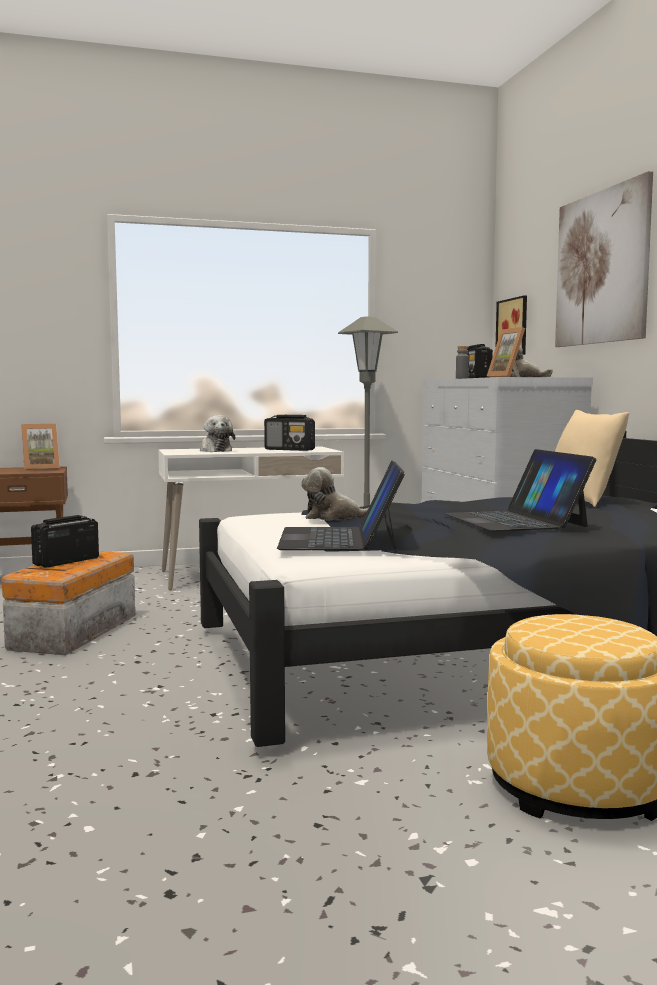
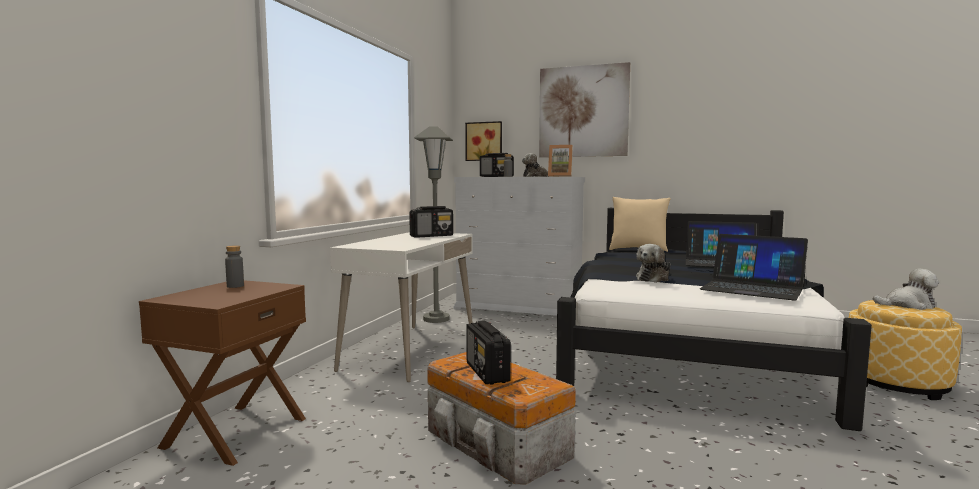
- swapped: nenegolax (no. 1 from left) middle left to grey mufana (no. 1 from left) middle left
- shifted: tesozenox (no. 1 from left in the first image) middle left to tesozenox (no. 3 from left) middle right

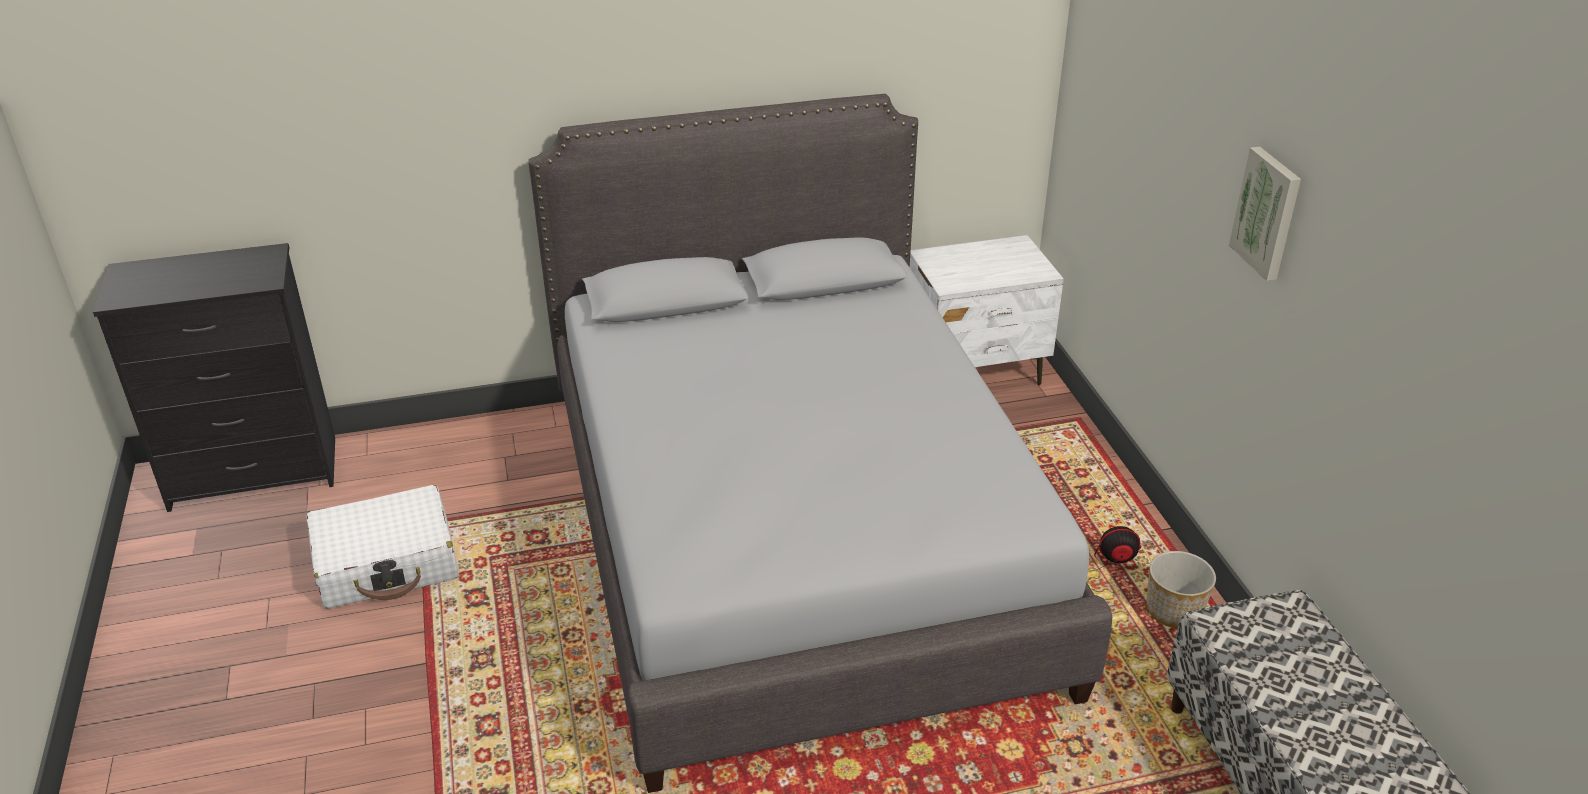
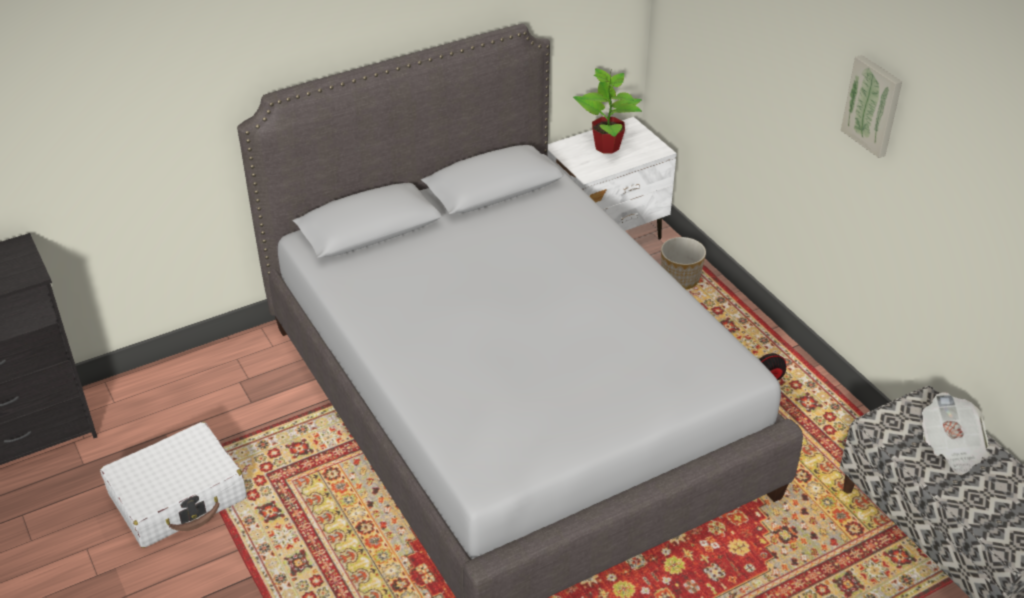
- new: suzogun top centre
- shifted: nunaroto bottom right to middle right
- new: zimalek bottom right

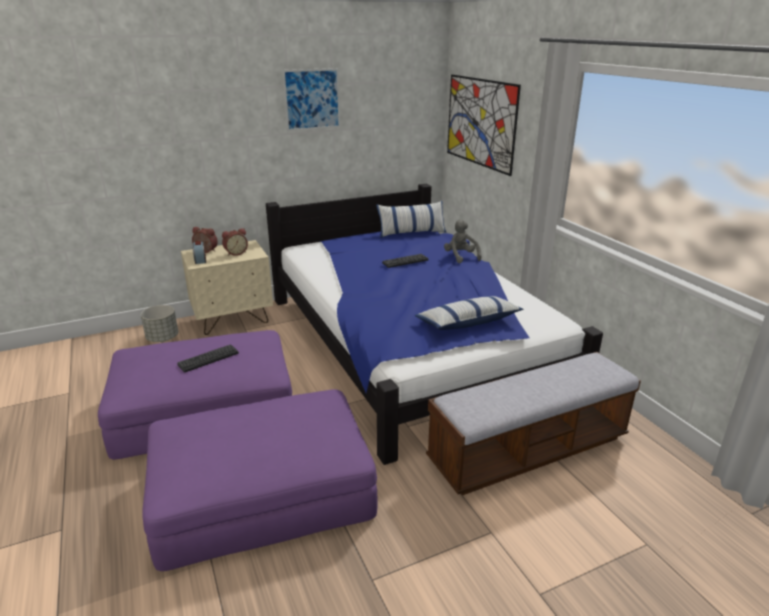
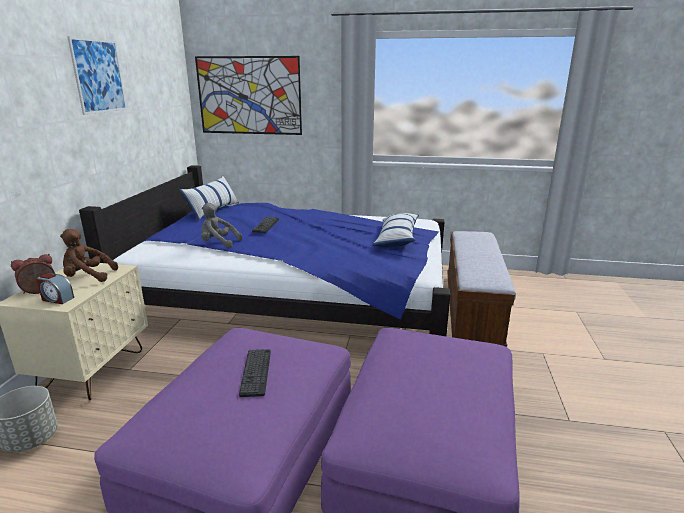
- swapped: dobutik (no. 3 from left) middle left to brown tesozenox middle left
- shifted: grey tesozenox centre to middle left

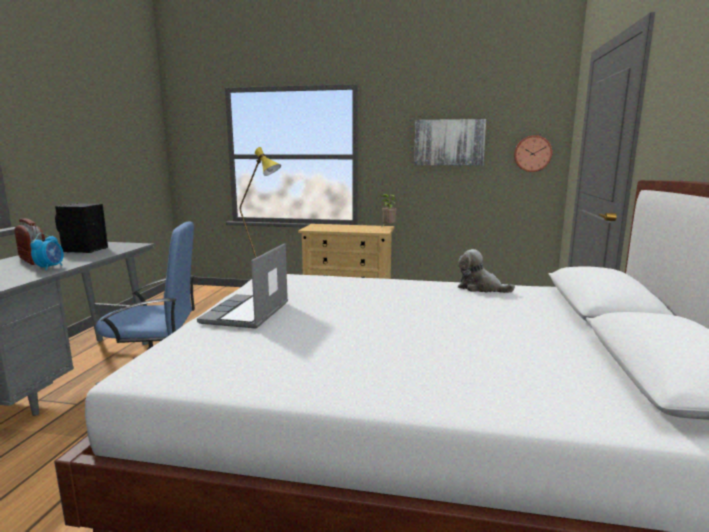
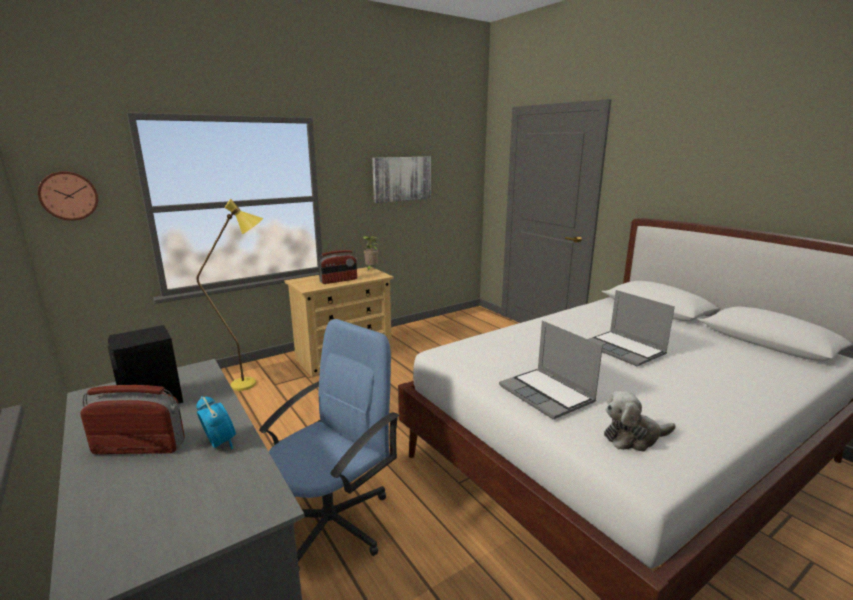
- shifted: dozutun top right to top left
- new: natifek (no. 2 from left) centre
- new: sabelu (no. 2 from left) middle right
- shifted: tesozenox middle right to bottom right

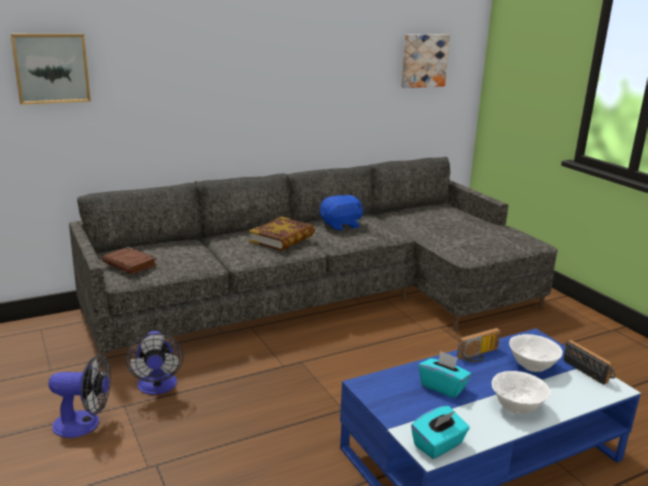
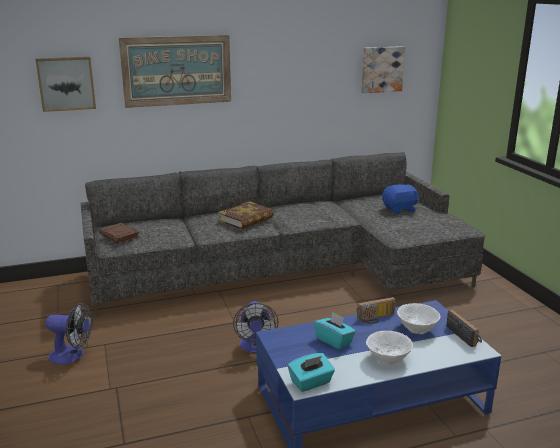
- new: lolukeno (no. 2 from left) top left
- shifted: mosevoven (no. 2 from left) bottom left to bottom centre
- shifted: blue tesozenox centre to middle right

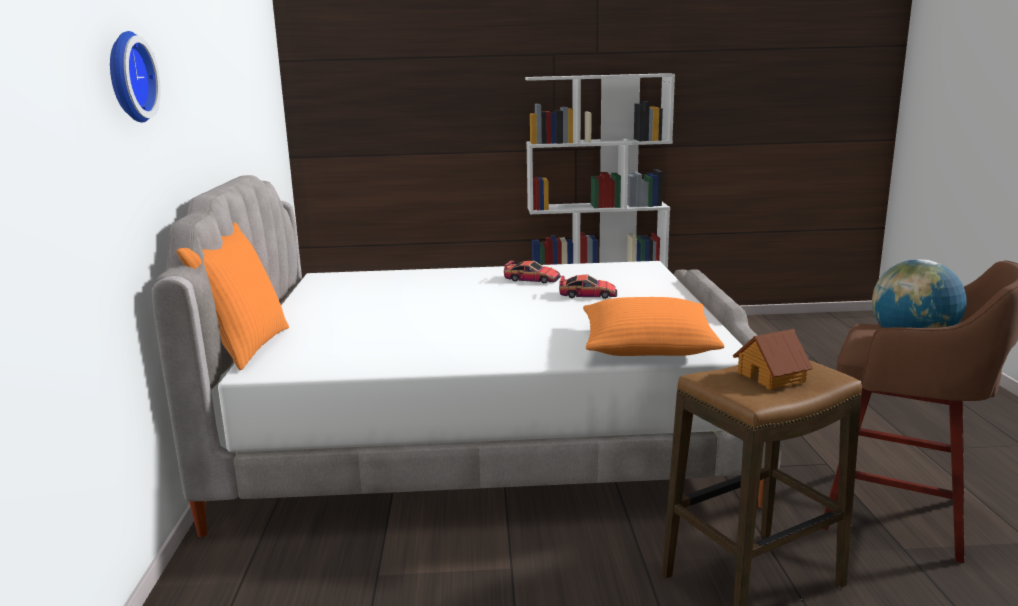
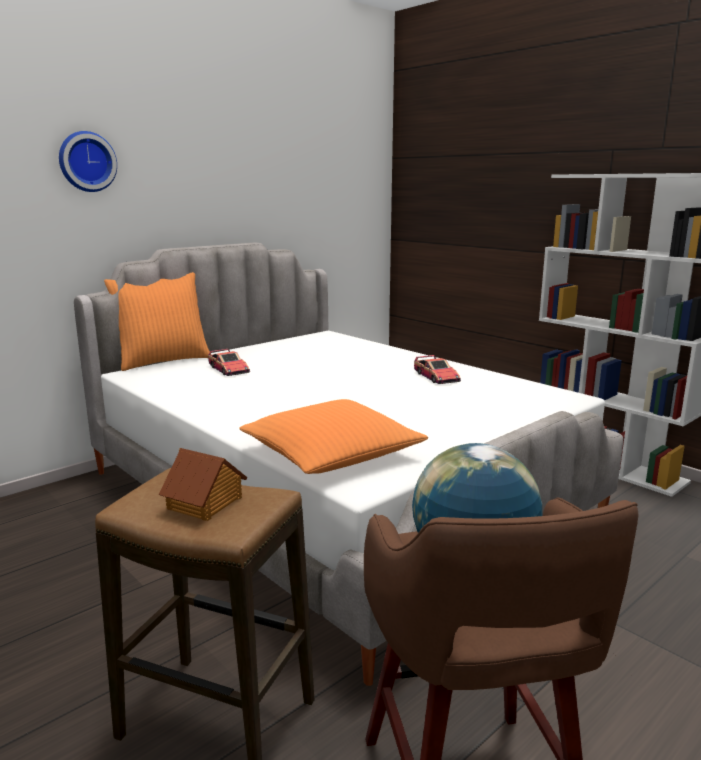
- shifted: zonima (no. 2 from left in the first image) centre to zonima (no. 1 from left) middle left

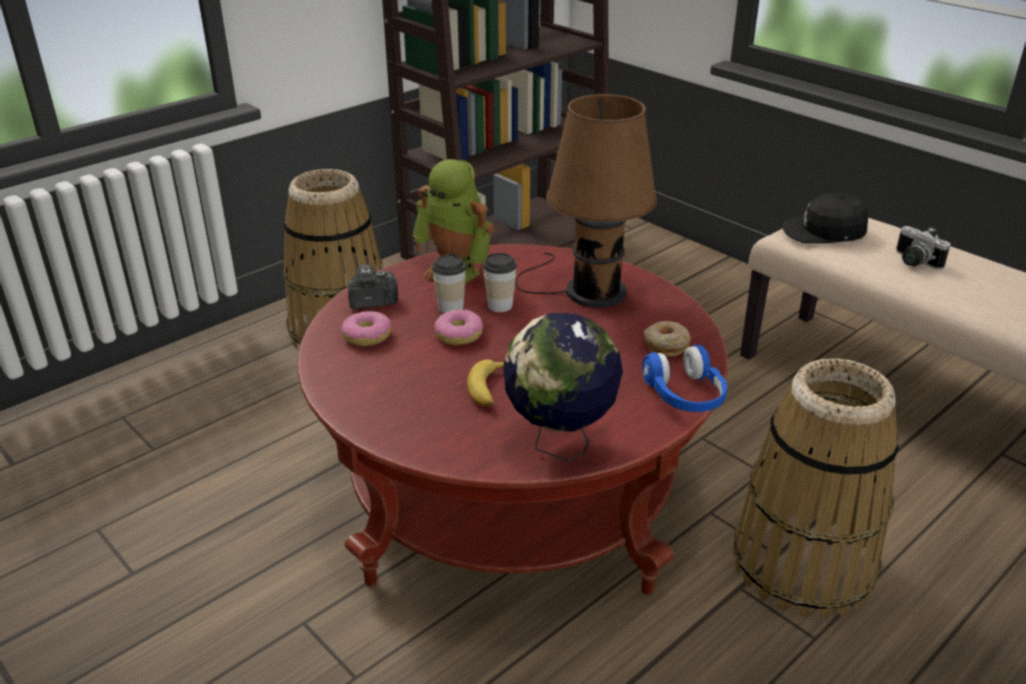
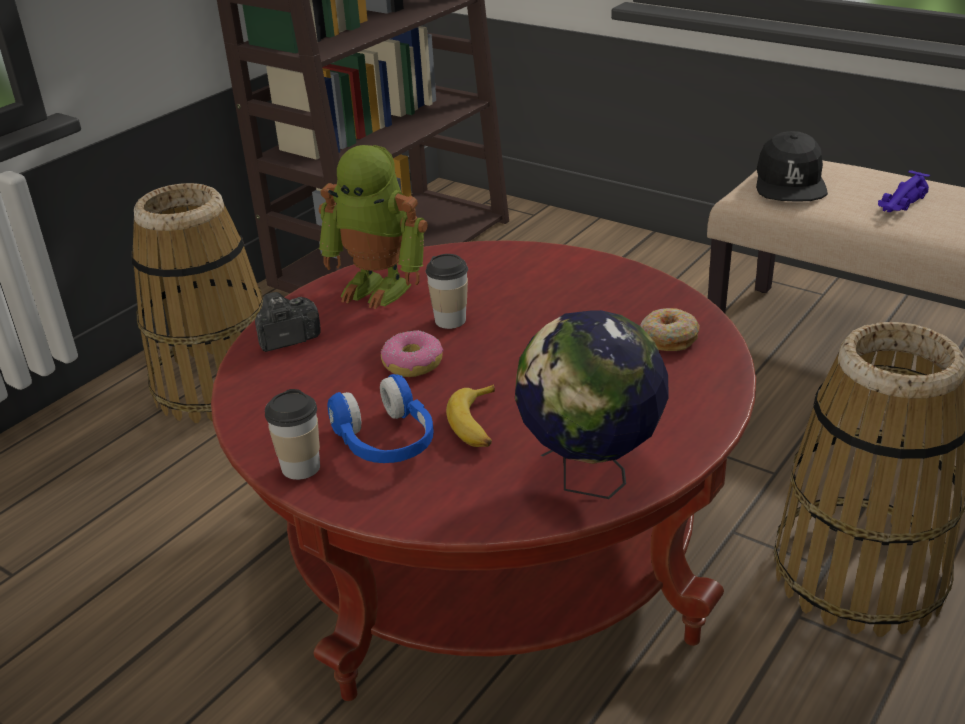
- shifted: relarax (no. 1 from left) centre to middle left
- shifted: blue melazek middle right to centre
- rotated: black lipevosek top right = top right 75 degrees counterclockwise
- swapped: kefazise (no. 2 from left) middle right to purple zonima top right
- gone: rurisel (no. 1 from left) centre
- gone: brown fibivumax top centre

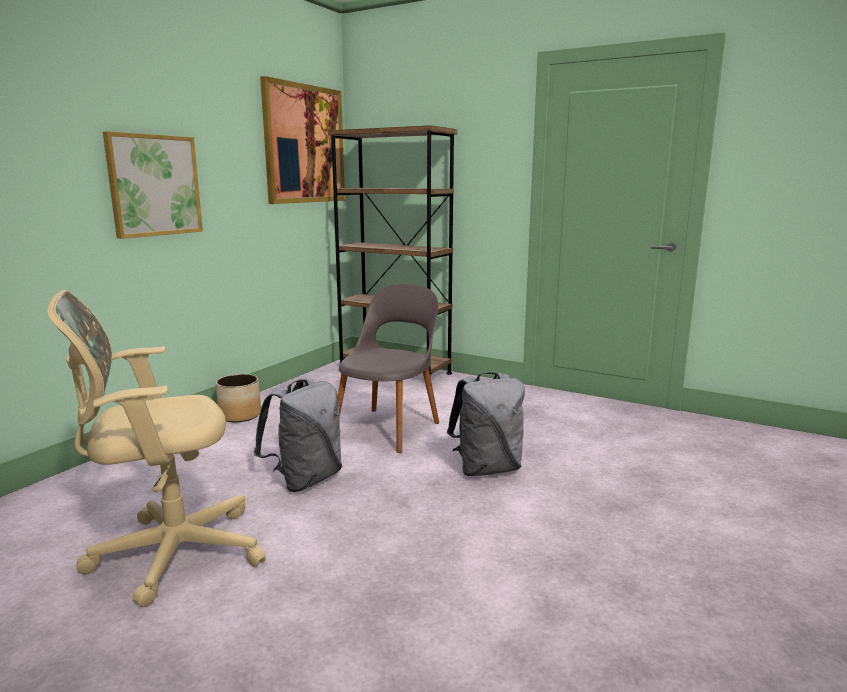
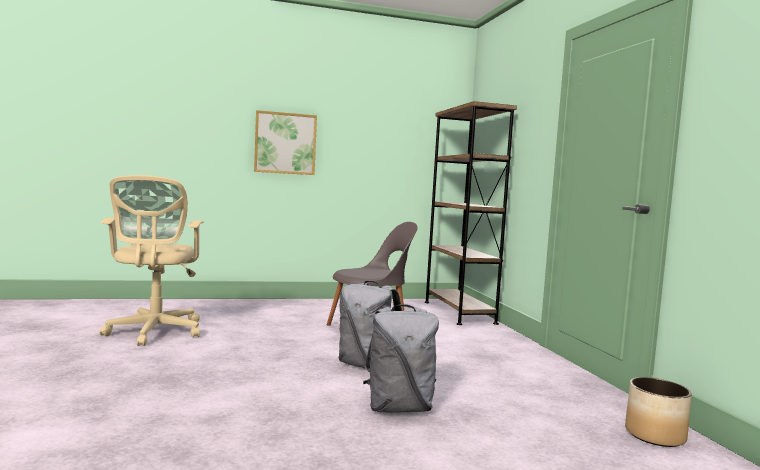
- rotated: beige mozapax middle left = middle left 120 degrees counterclockwise
- shifted: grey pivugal (no. 1 from left in the first image) centre to grey pivugal (no. 2 from left) bottom centre
- shifted: nunaroto middle left to bottom right
- gone: lolukeno (no. 2 from left) top centre

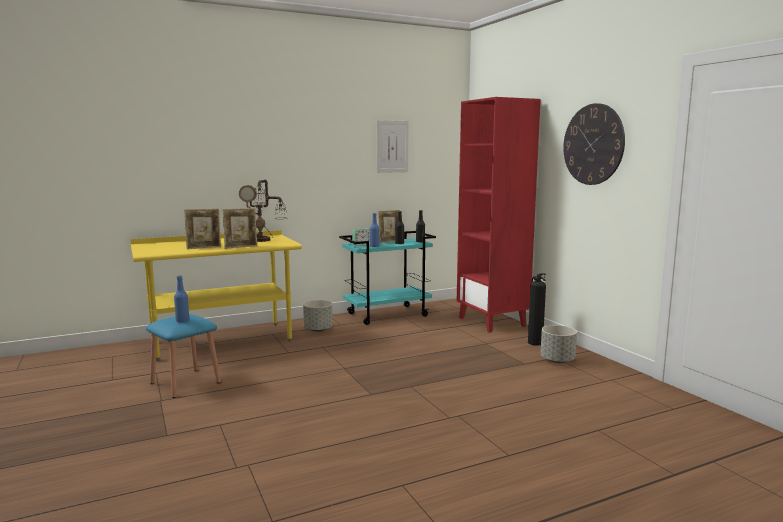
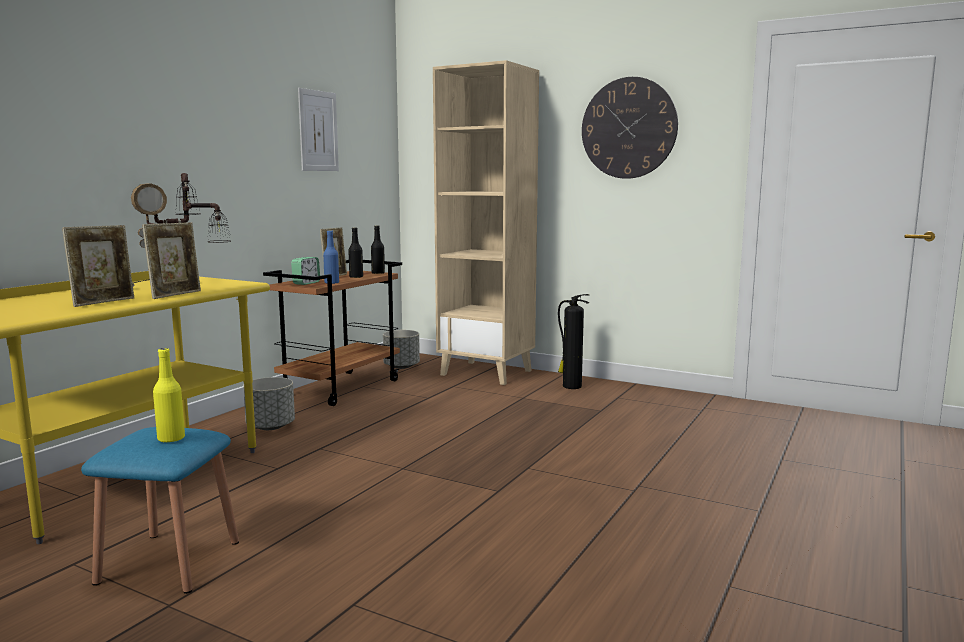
- repainted: blue mufana (no. 1 from left) middle left to yellow mufana middle left
- repainted: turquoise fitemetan centre to brown fitemetan centre
- shifted: grey nunaroto (no. 2 from left) middle right to centre
- repainted: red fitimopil centre to beige fitimopil centre

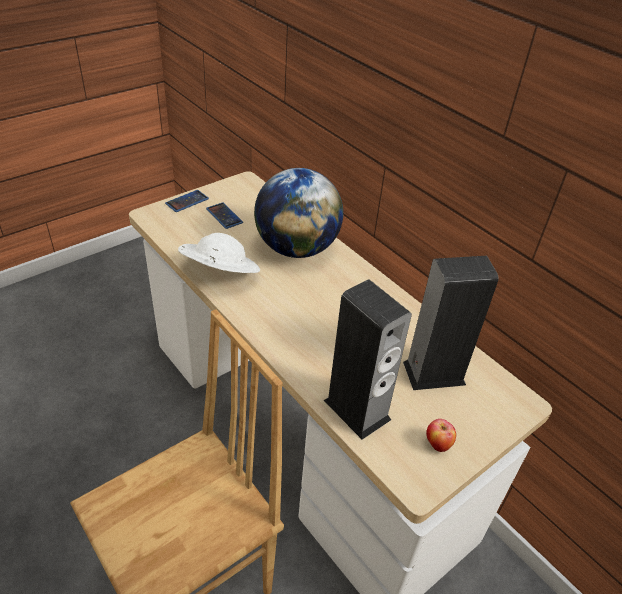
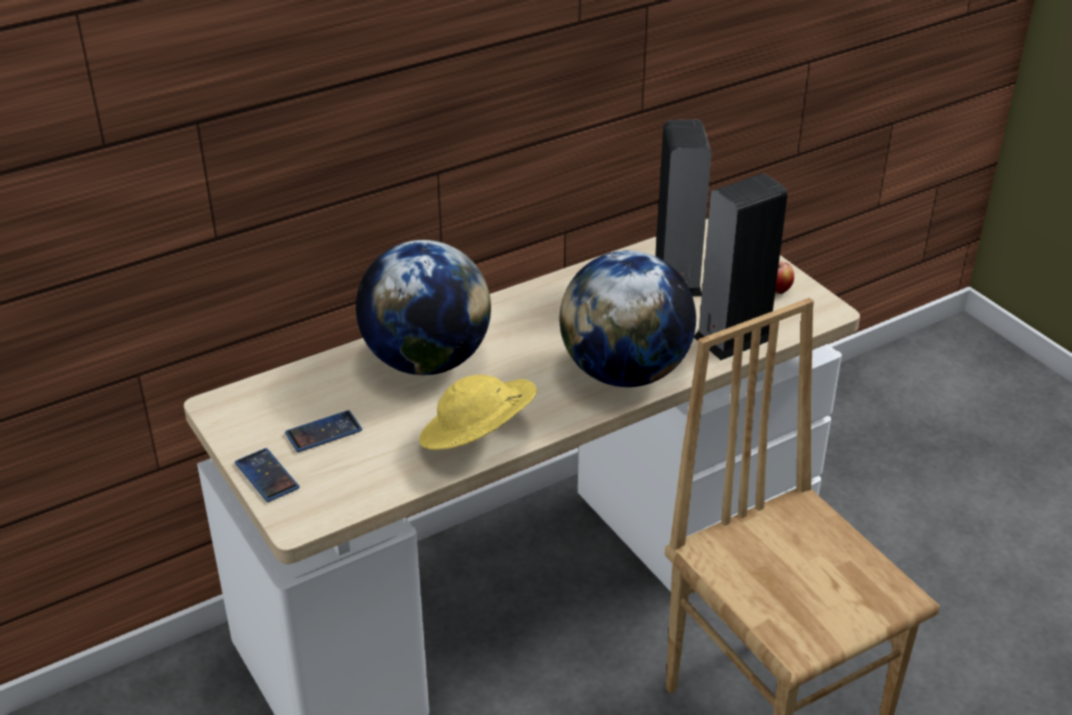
- repainted: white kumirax centre to yellow kumirax centre
- new: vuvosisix (no. 2 from left) centre

